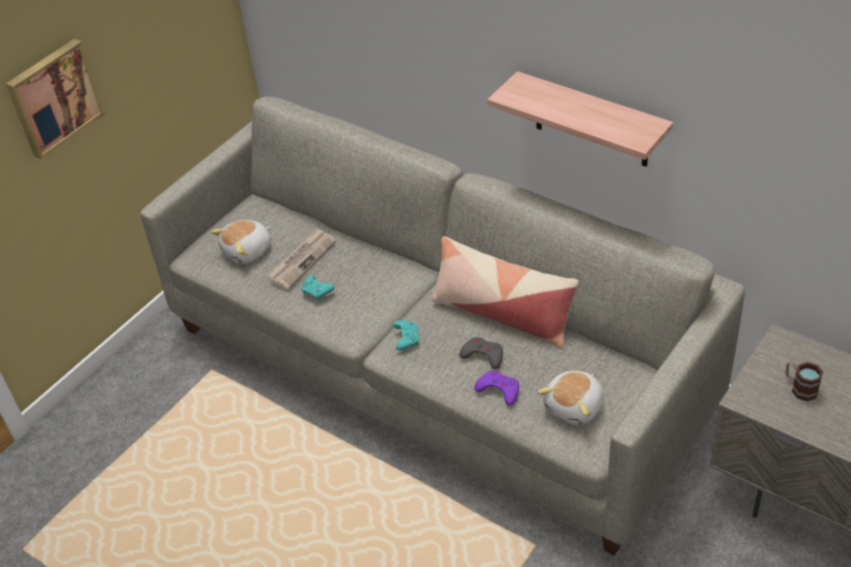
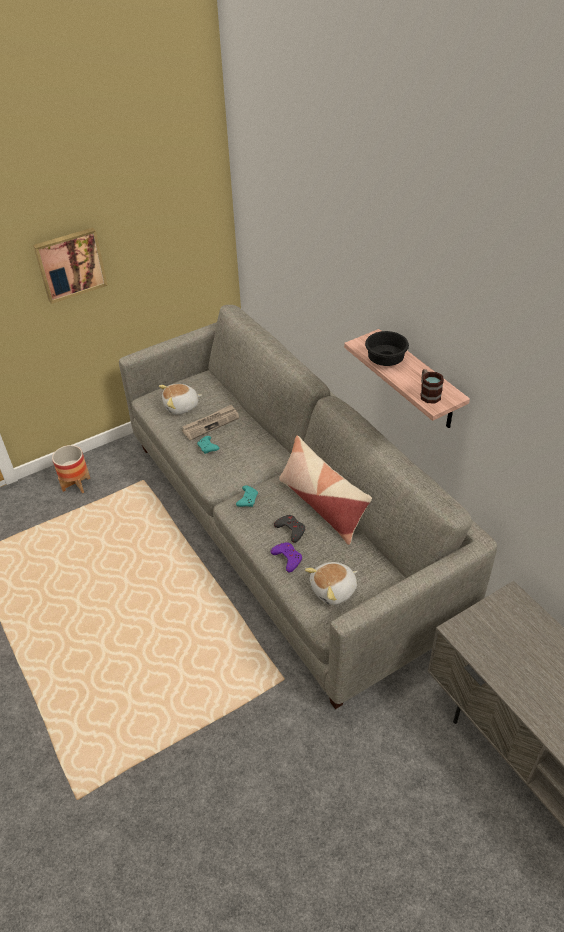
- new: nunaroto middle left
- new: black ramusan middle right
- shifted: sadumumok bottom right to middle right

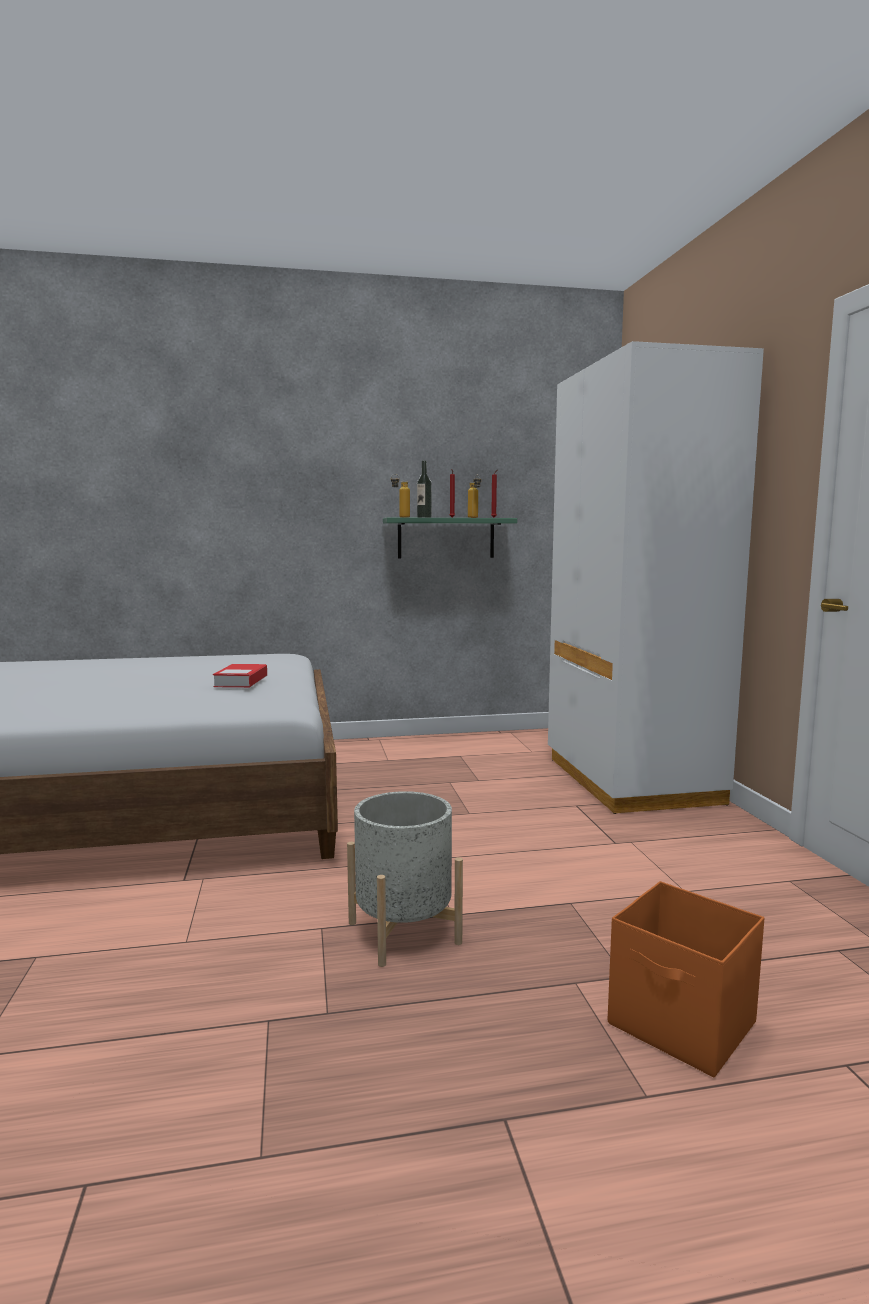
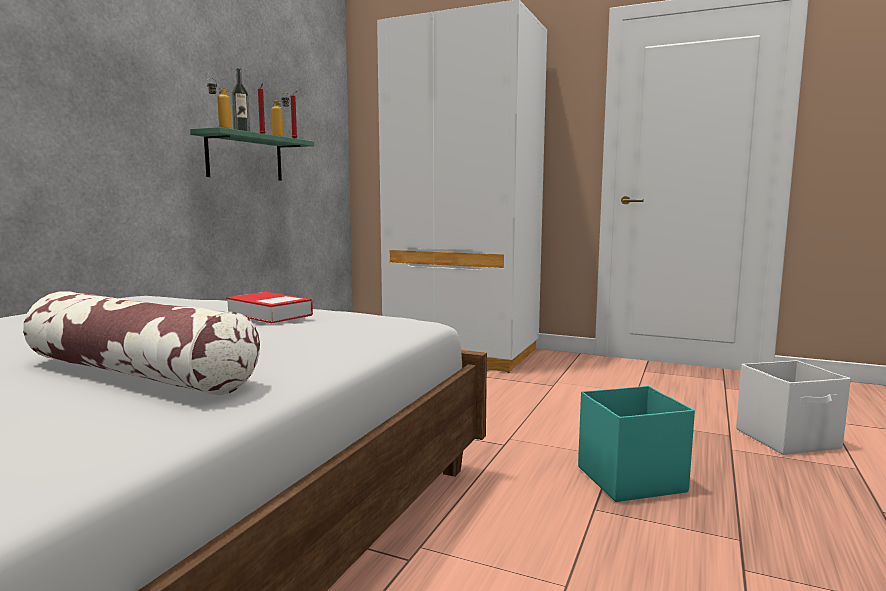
- new: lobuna middle left
- swapped: grey nunaroto bottom centre to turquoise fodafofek bottom right
- repainted: orange fodafofek bottom right to white fodafofek bottom right

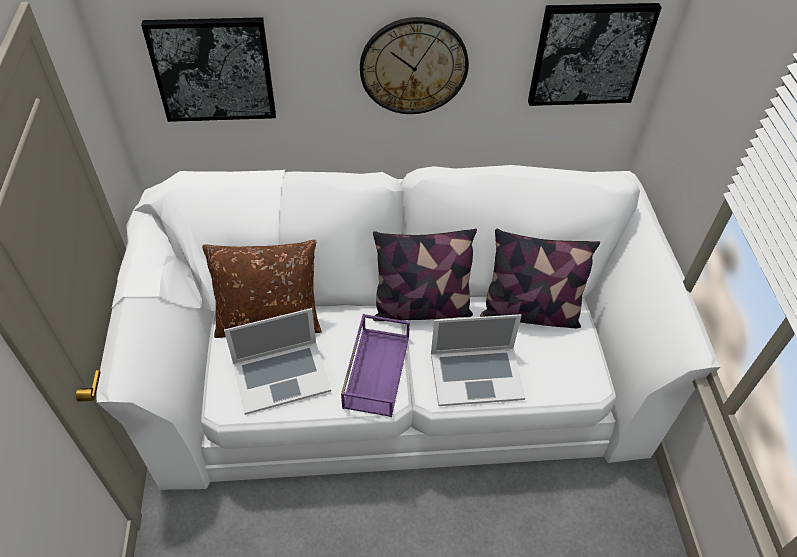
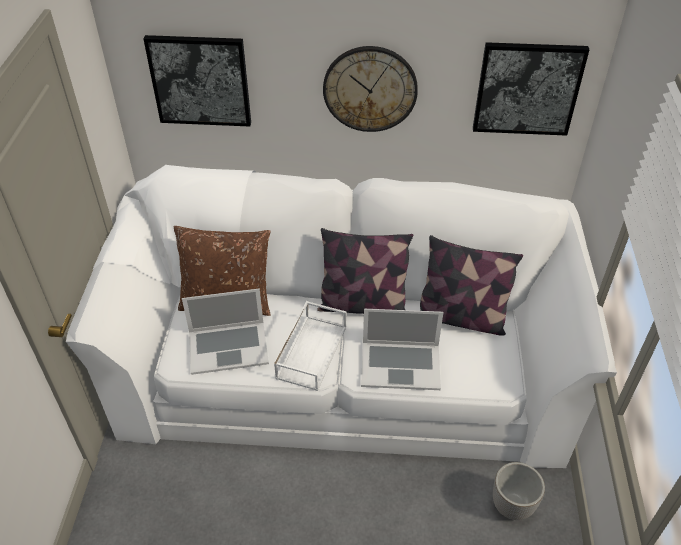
- repainted: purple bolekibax centre to white bolekibax centre
- new: nunaroto bottom right

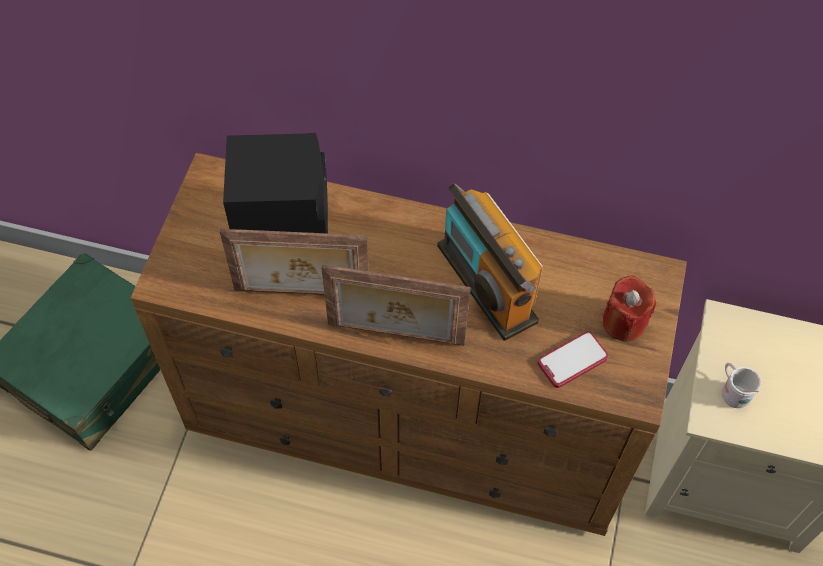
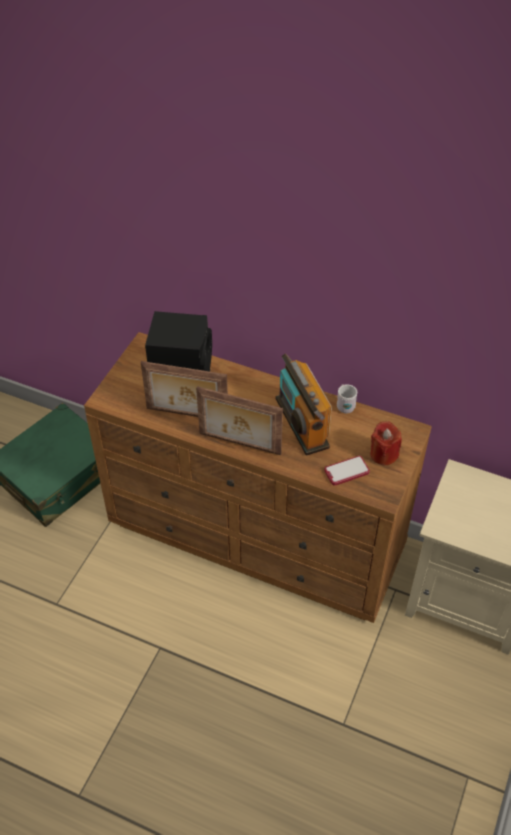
- shifted: white sadumumok bottom right to middle right

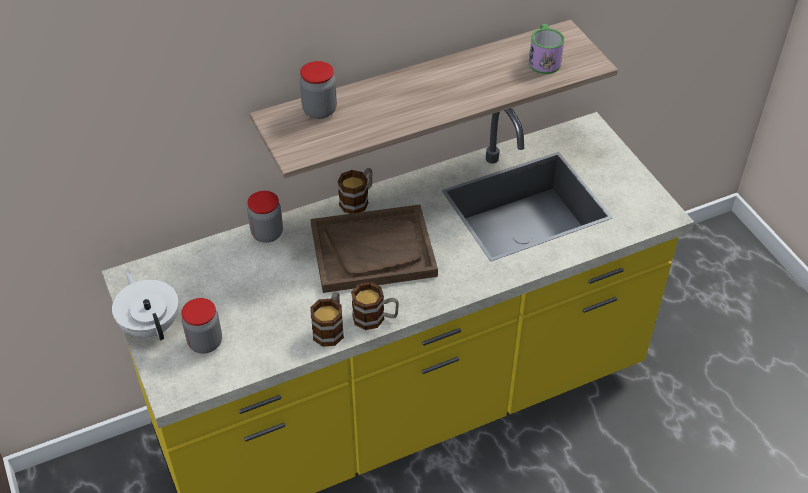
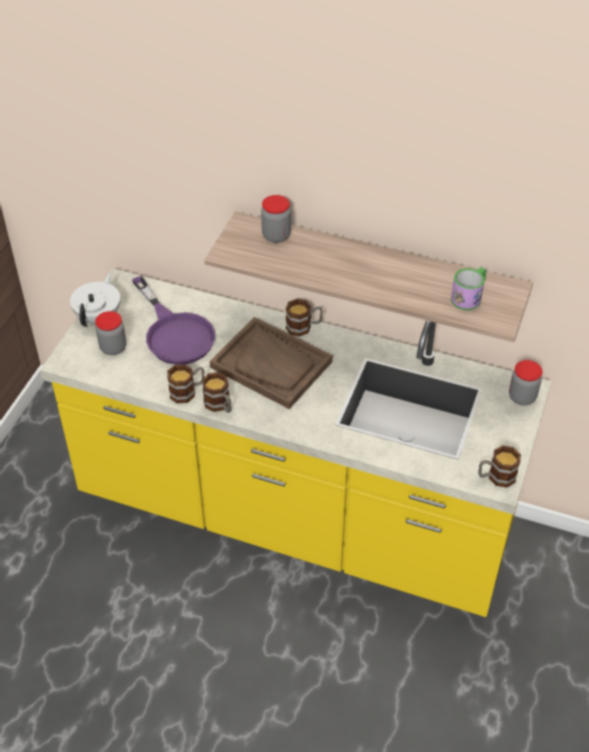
- new: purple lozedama middle left
- new: sadumumok (no. 5 from left) middle right
- shifted: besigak (no. 2 from left in the first image) middle left to besigak (no. 3 from left) middle right

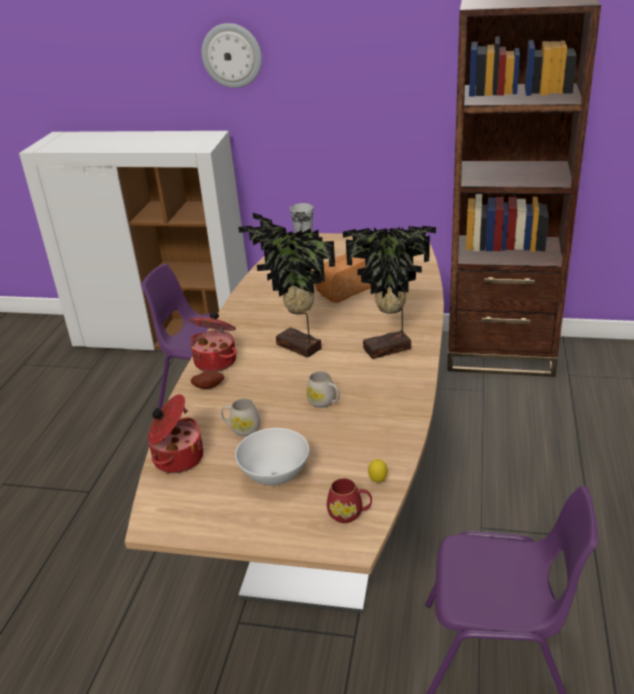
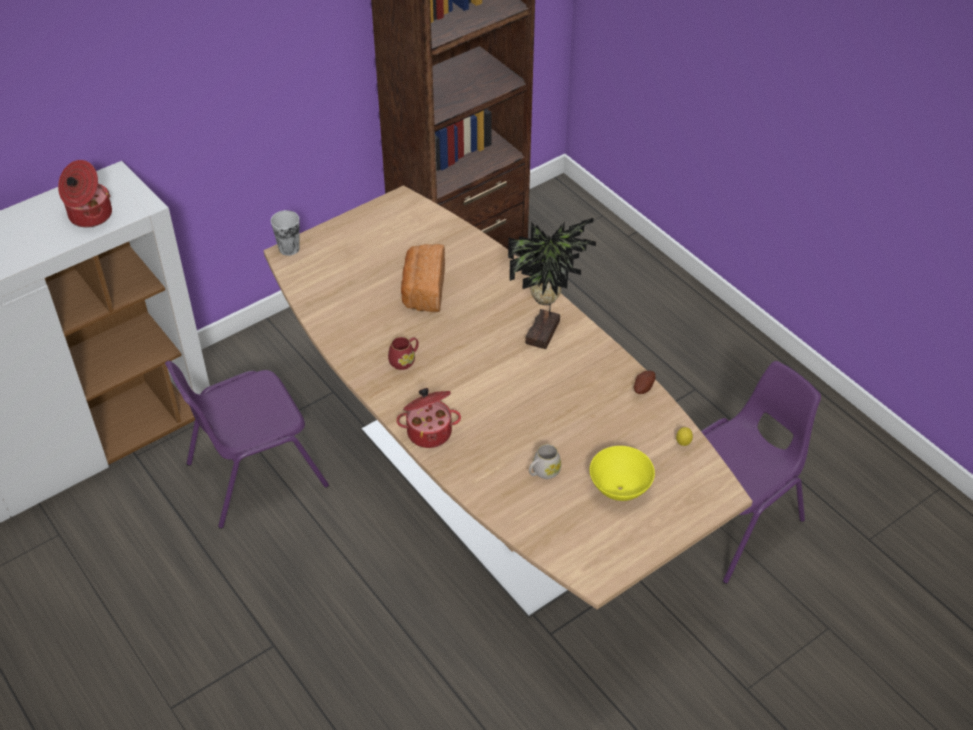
- shifted: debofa (no. 1 from left) middle left to top left
- shifted: red sadumumok bottom centre to centre
- repainted: white ramusan centre to yellow ramusan centre
- shifted: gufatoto middle left to centre
- gone: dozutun top centre
- gone: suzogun (no. 1 from left) centre
- gone: white sadumumok (no. 2 from left) centre

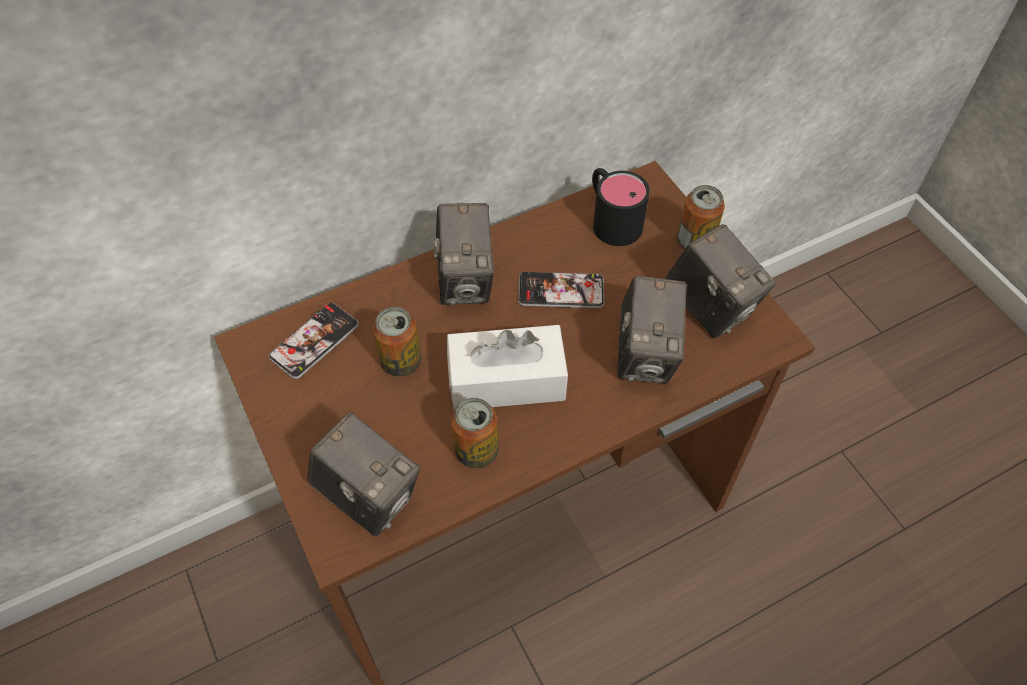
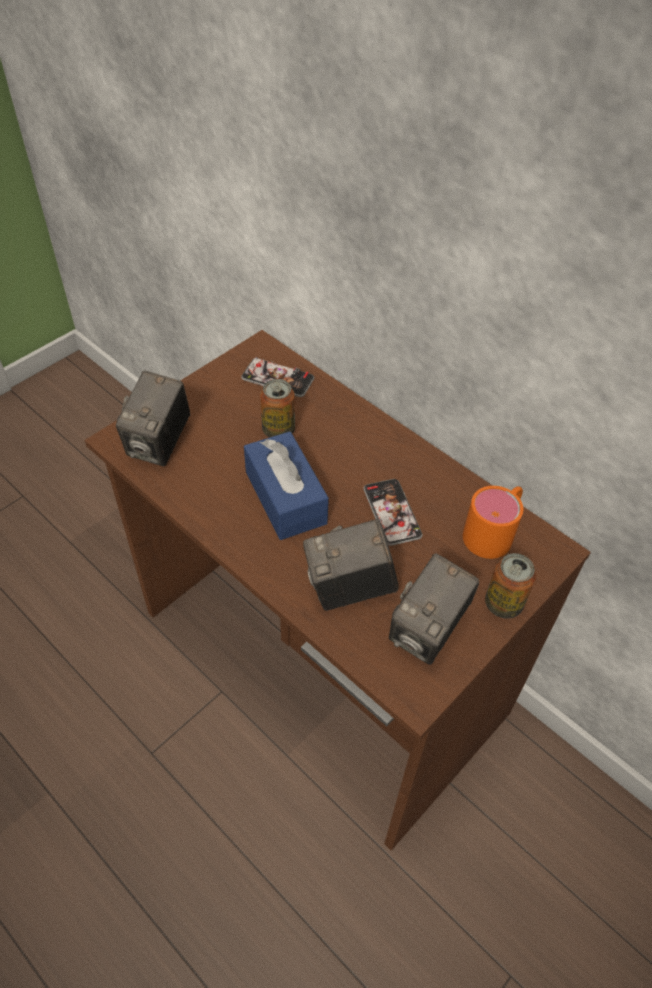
- repainted: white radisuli centre to blue radisuli centre
- repainted: black sadumumok top centre to orange sadumumok middle right
- gone: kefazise (no. 2 from left) centre
- gone: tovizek (no. 2 from left) centre

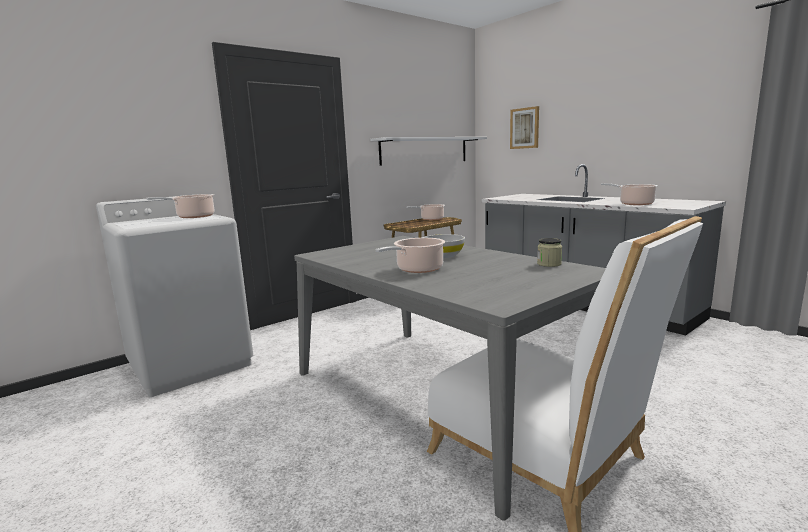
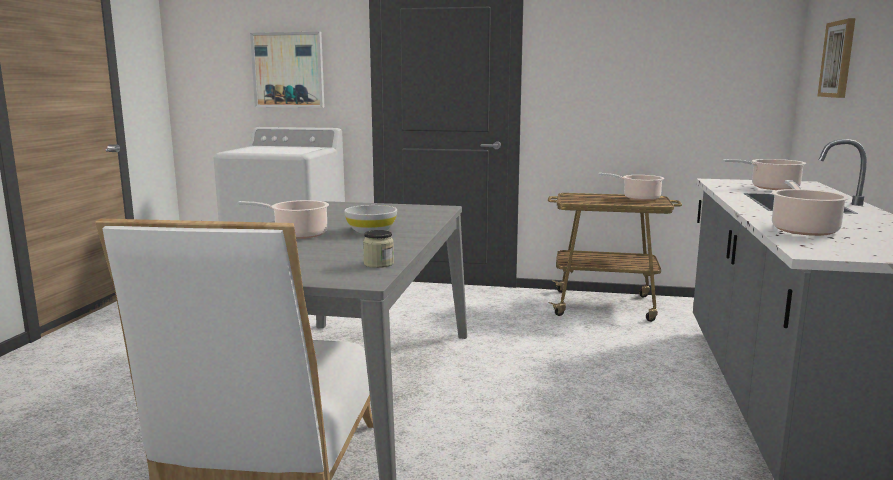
- new: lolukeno (no. 1 from left) top left
- shifted: debofa (no. 1 from left in the first image) middle left to debofa (no. 3 from left) middle right
- gone: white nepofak top centre

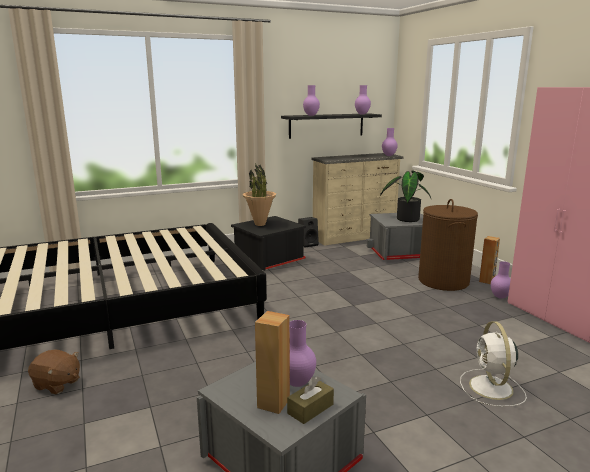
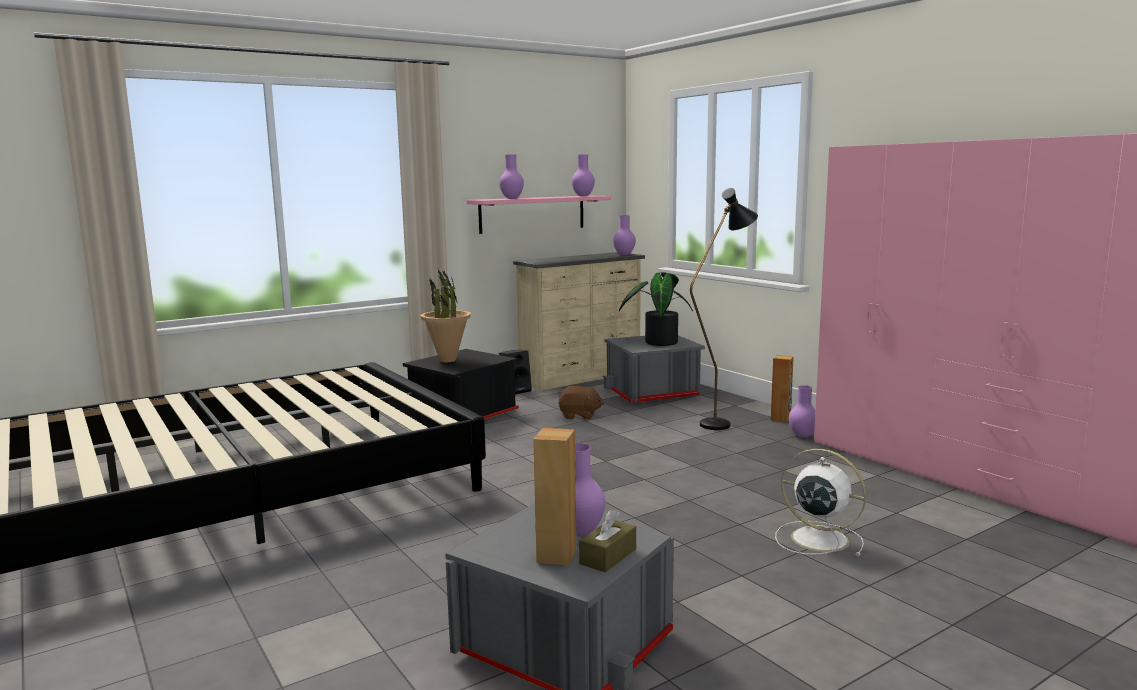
- repainted: black nepofak top centre to pink nepofak top centre
- shifted: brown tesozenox bottom left to centre
- swapped: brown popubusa middle right to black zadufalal centre
- rotated: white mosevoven bottom right = bottom right 135 degrees clockwise

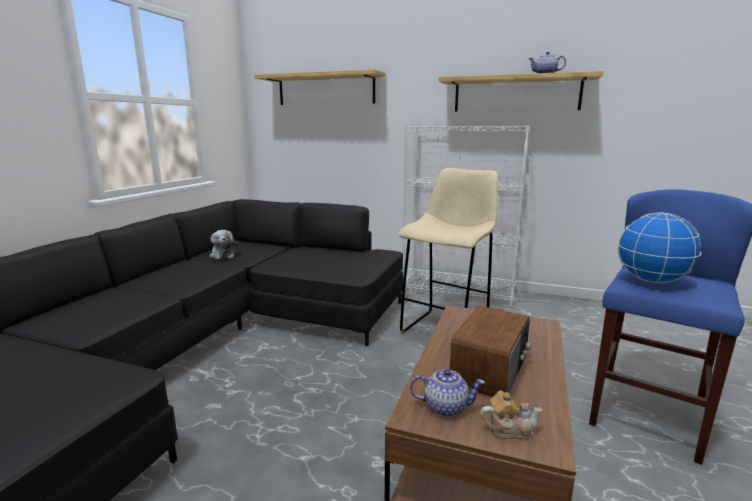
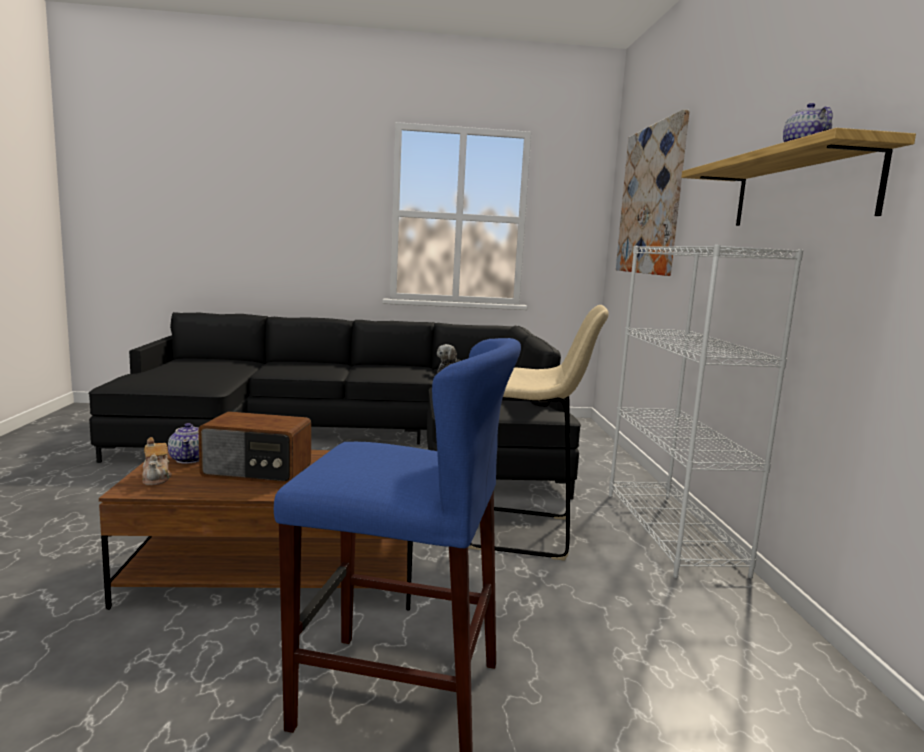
- swapped: nepofak (no. 1 from left) top centre to lolukeno top right
- gone: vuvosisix middle right

